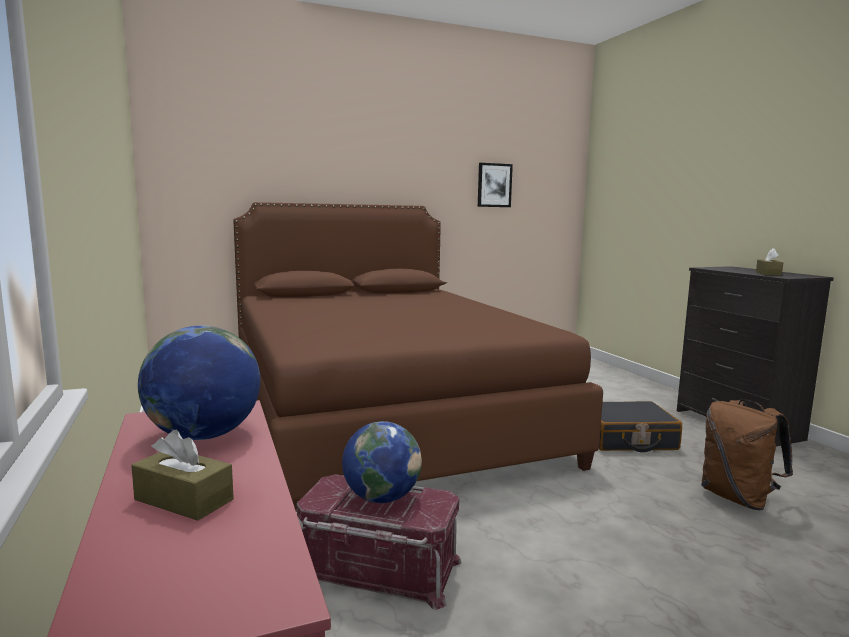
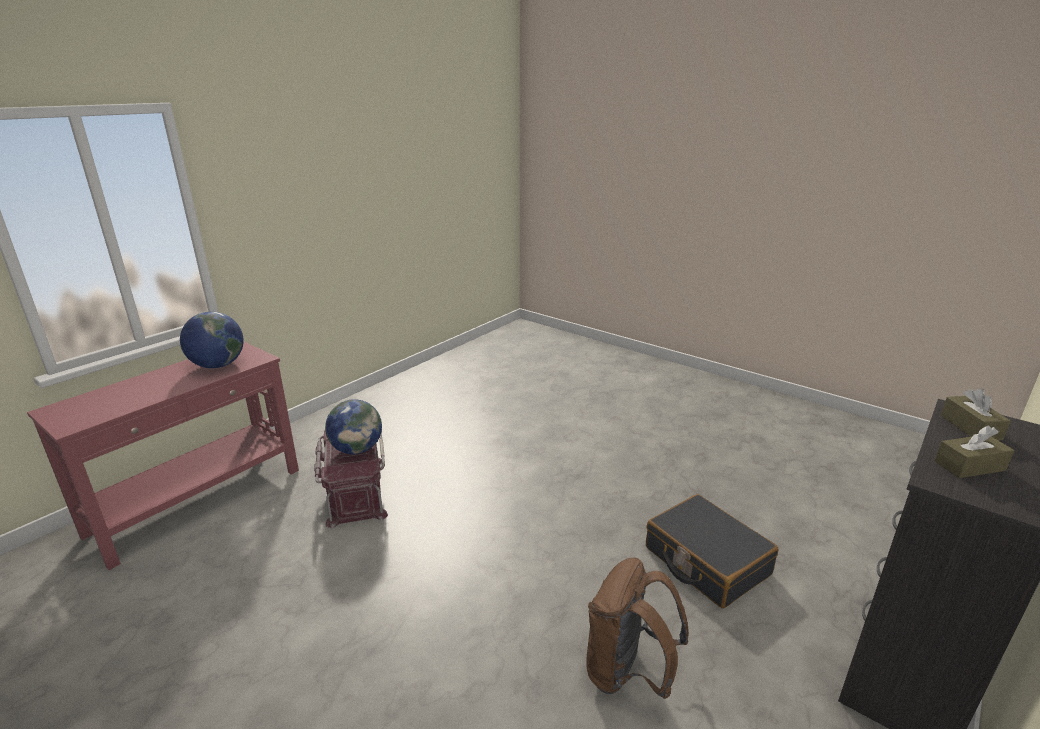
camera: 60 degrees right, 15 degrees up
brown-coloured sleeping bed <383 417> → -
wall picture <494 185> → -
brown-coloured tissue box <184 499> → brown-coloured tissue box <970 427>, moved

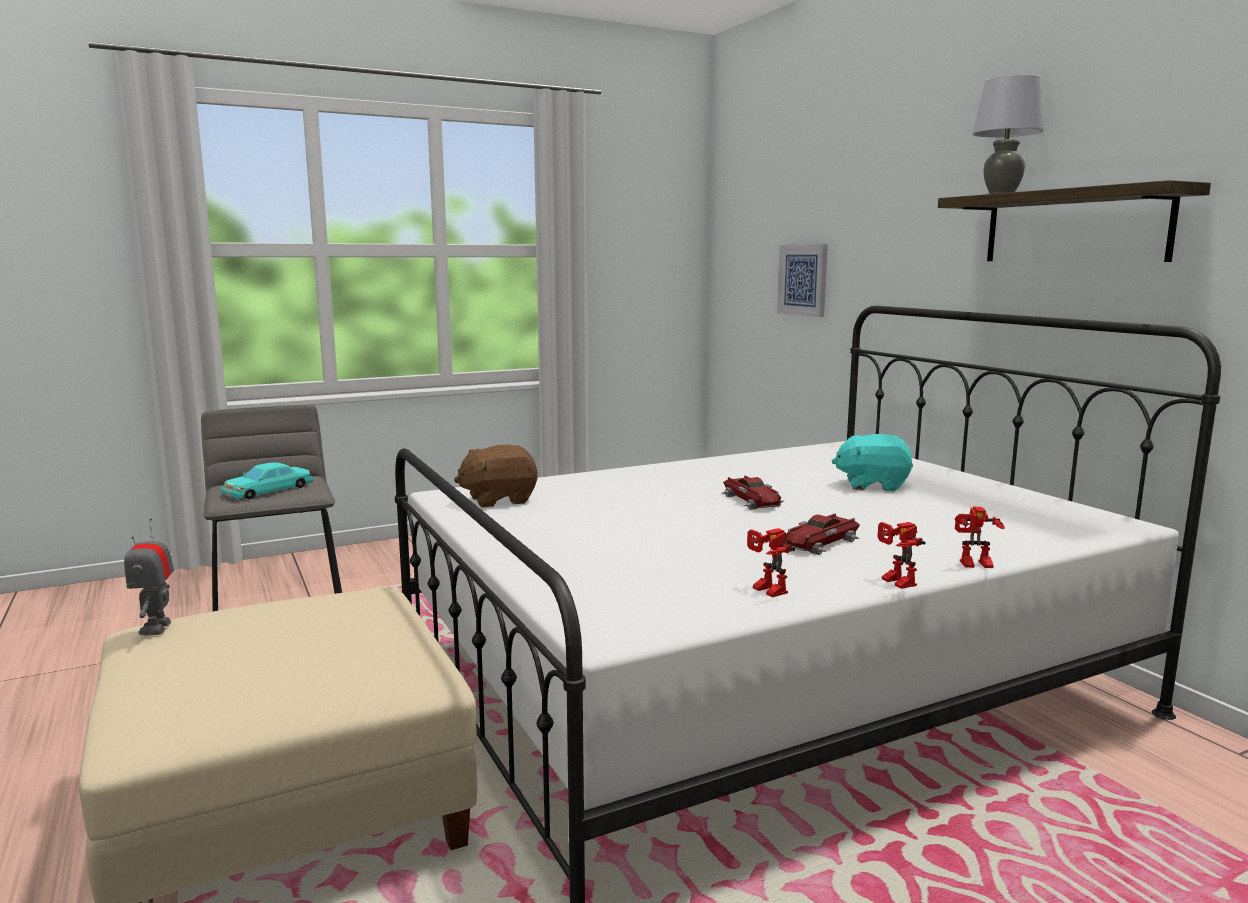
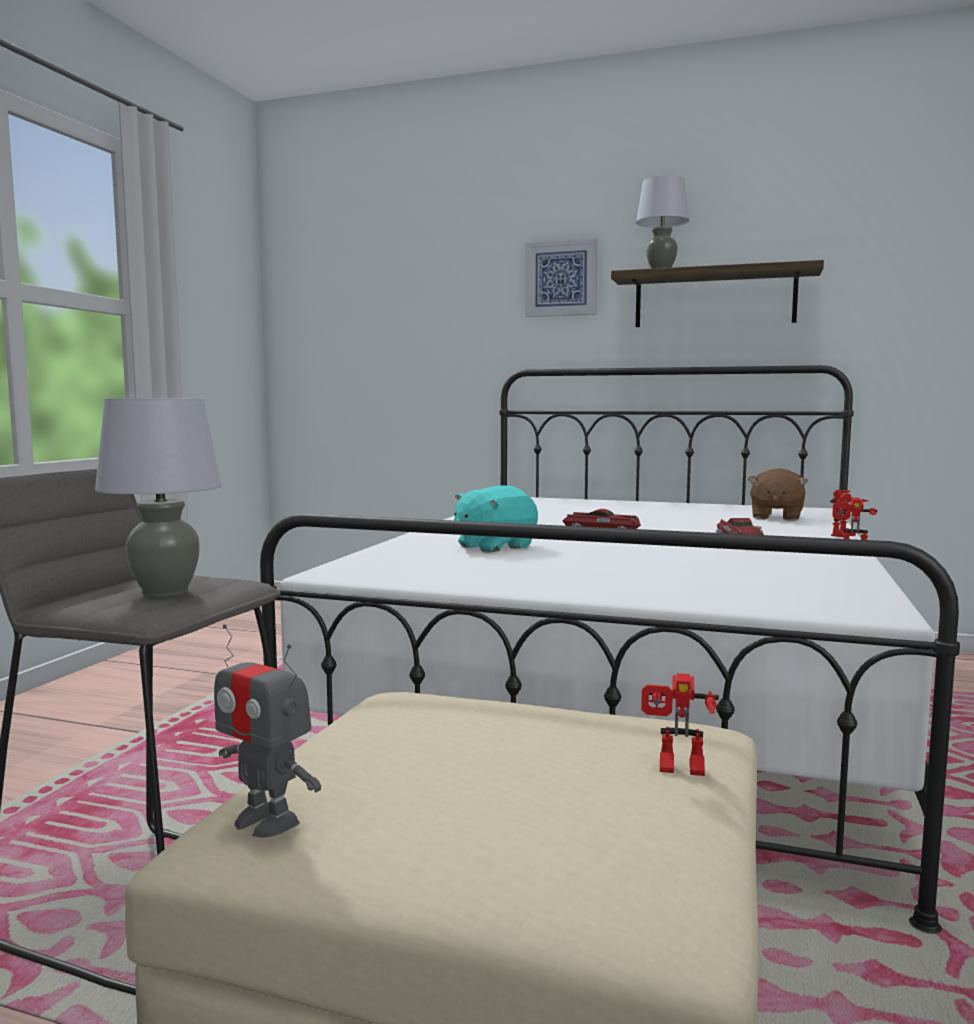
camera: 45 degrees left, 5 degrees down
brown-coloured plush toy <498 500> → brown-coloured plush toy <775 517>, moved
toy robot <765 590> → toy robot <678 769>, moved
wall picture <803 280> → wall picture <561 279>, moved
blue-green plush toy <872 485> → blue-green plush toy <493 547>, moved
blue-green toy car <268 490> → gray tabletop lamp <165 592>

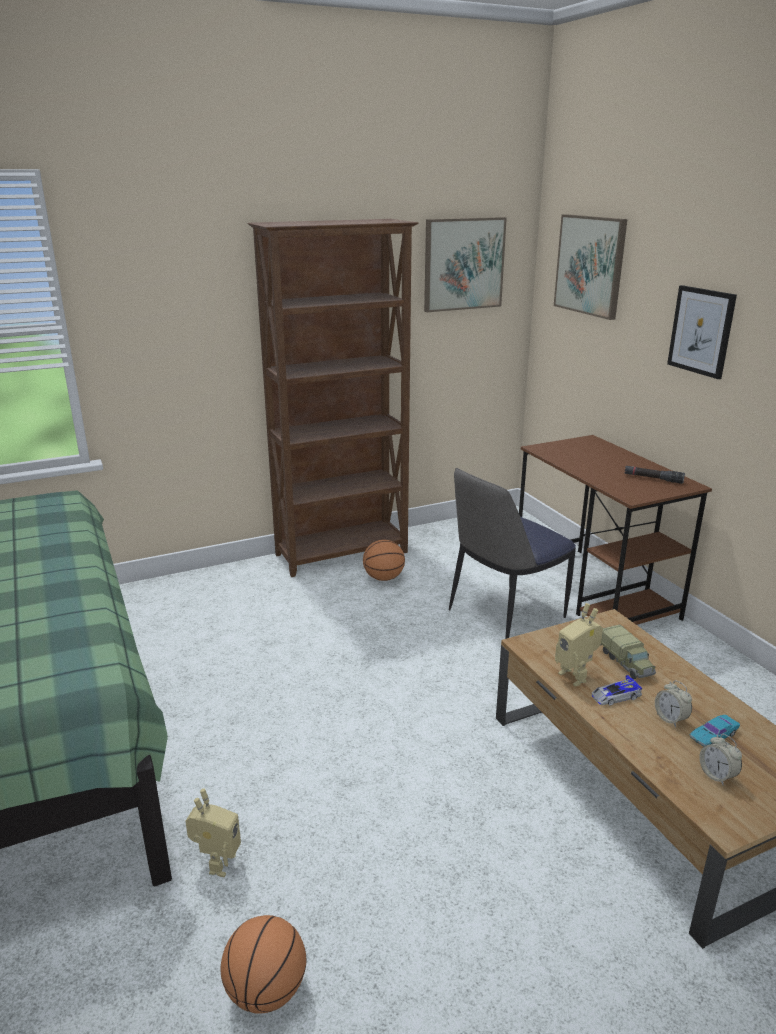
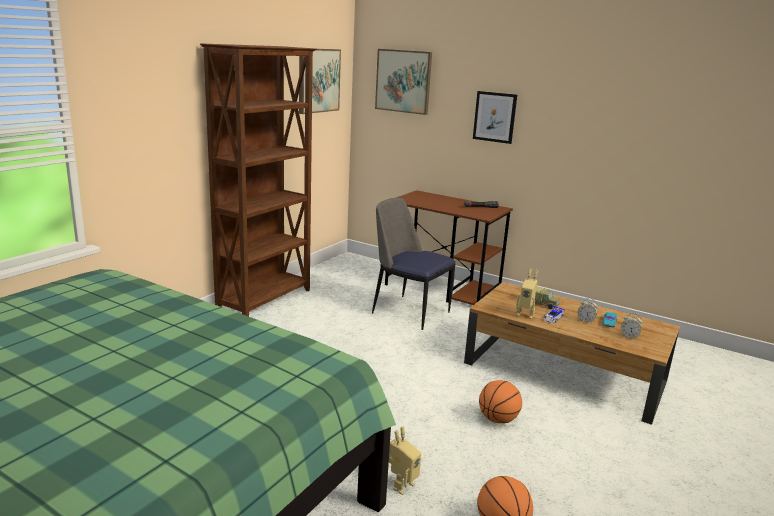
camera: 35 degrees left, 5 degrees down
basketball <384 578> → basketball <498 419>, moved
toy robot <217 863> → toy robot <400 485>, 60 degrees clockwise
plain chair <504 615> → plain chair <409 311>, 105 degrees clockwise

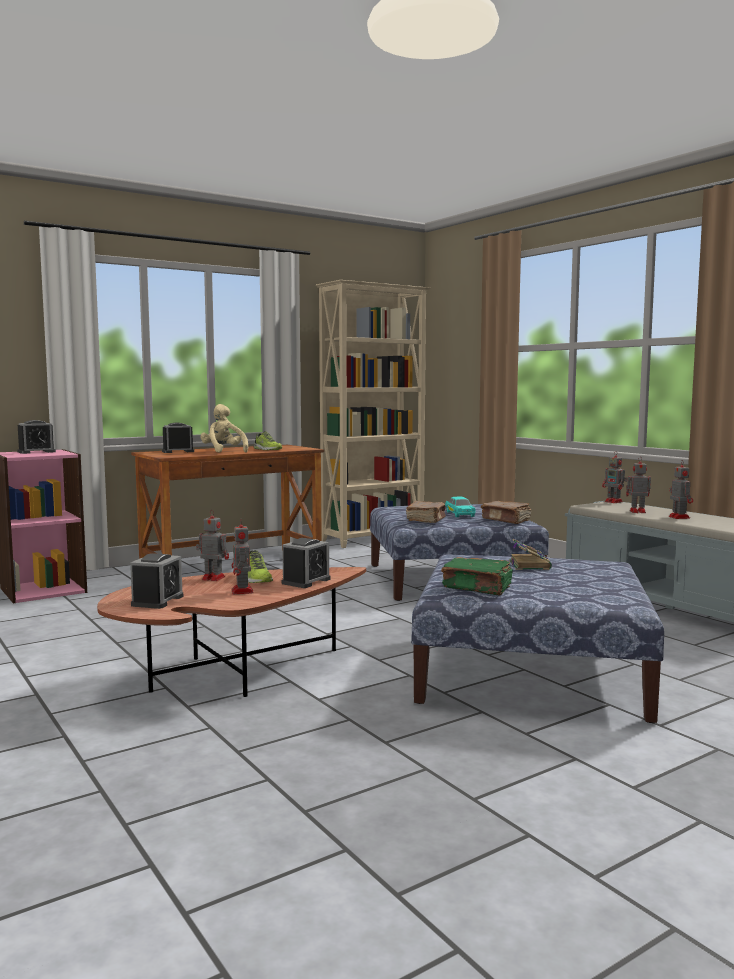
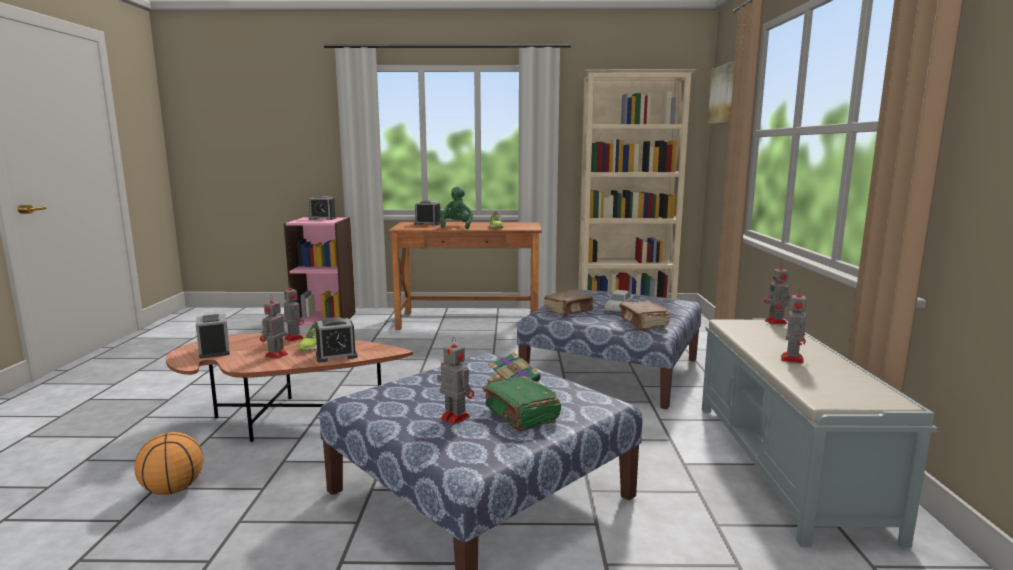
camera: 35 degrees right, 5 degrees up
- → basketball <172 490>
- → wall picture <723 94>
green bound book <477 588> → green bound book <521 415>, moved
toy robot <636 511> → toy robot <454 417>, moved
beige plush toy <223 451> → green plush toy <456 227>
blue-green toy car <460 514> → white-coloured toy car <619 308>
bedside clock <157 601> → bedside clock <214 351>, 105 degrees clockwise

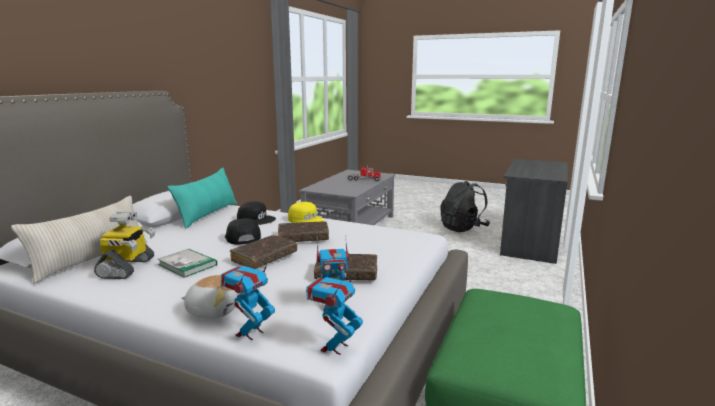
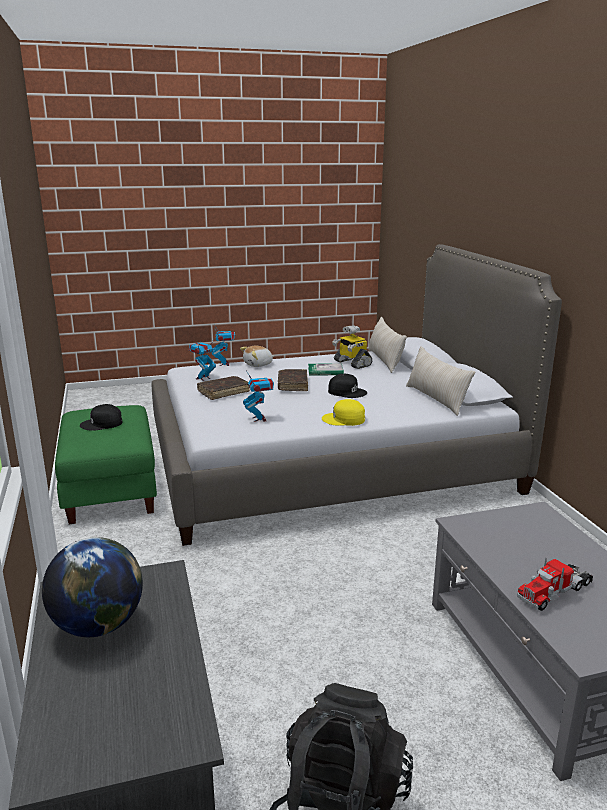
camera: 140 degrees right, 5 degrees up
brown-coloured bound book <303 238> → -
- → globe <98 625>
blackish cap <256 219> → blackish cap <102 424>, moved
toy robot <334 347> → toy robot <259 419>, moved
blue-green throw pillow <207 214> → beige throw pillow <436 399>

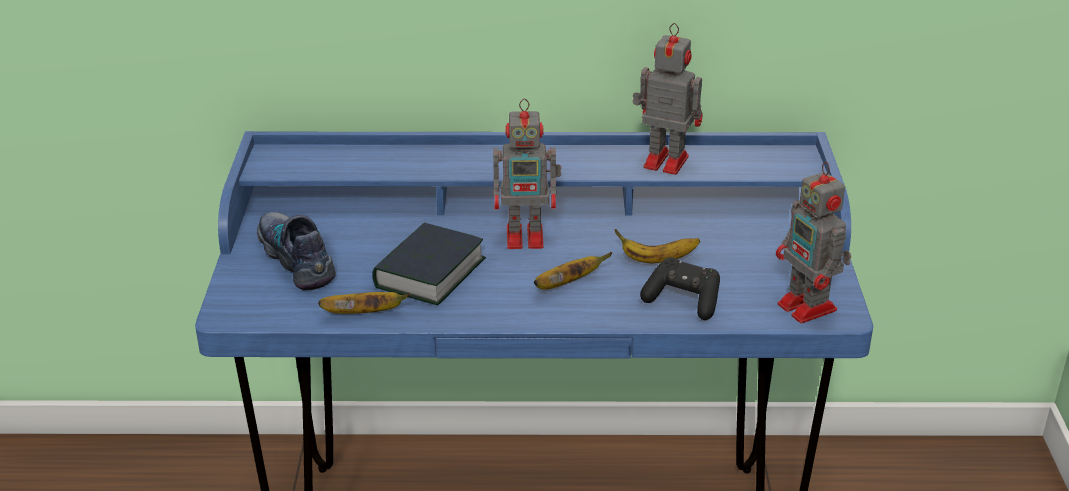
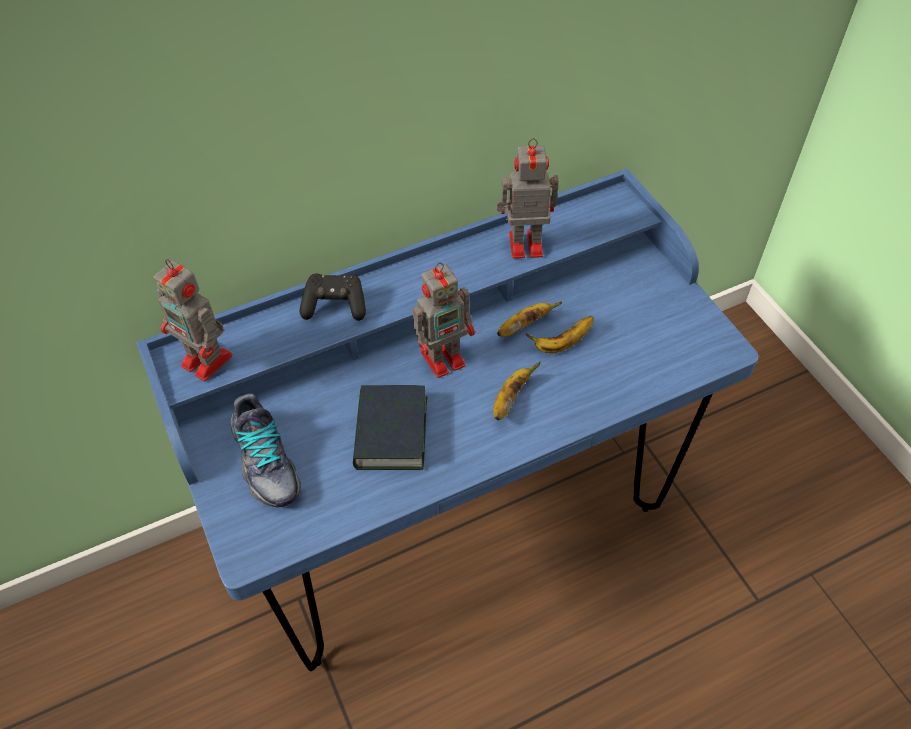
camera: 25 degrees left, 20 degrees up
whole banana <365 313> → whole banana <524 326>, moved
blackish gamepad <683 300> → blackish gamepad <335 305>, moved
toy robot <809 308> → toy robot <208 361>, moved
shoe <298 258> → shoe <265 462>, 150 degrees counterclockwise

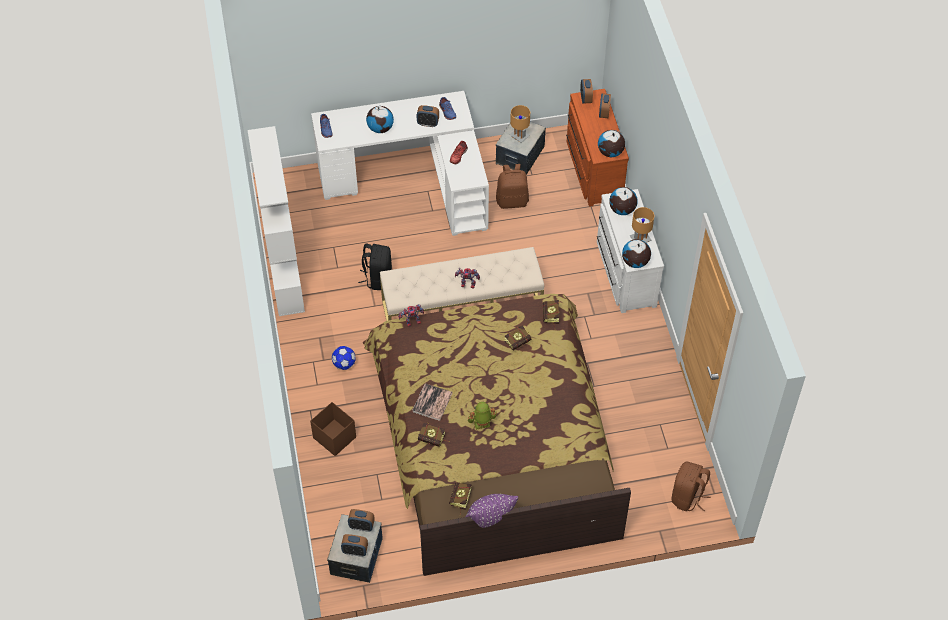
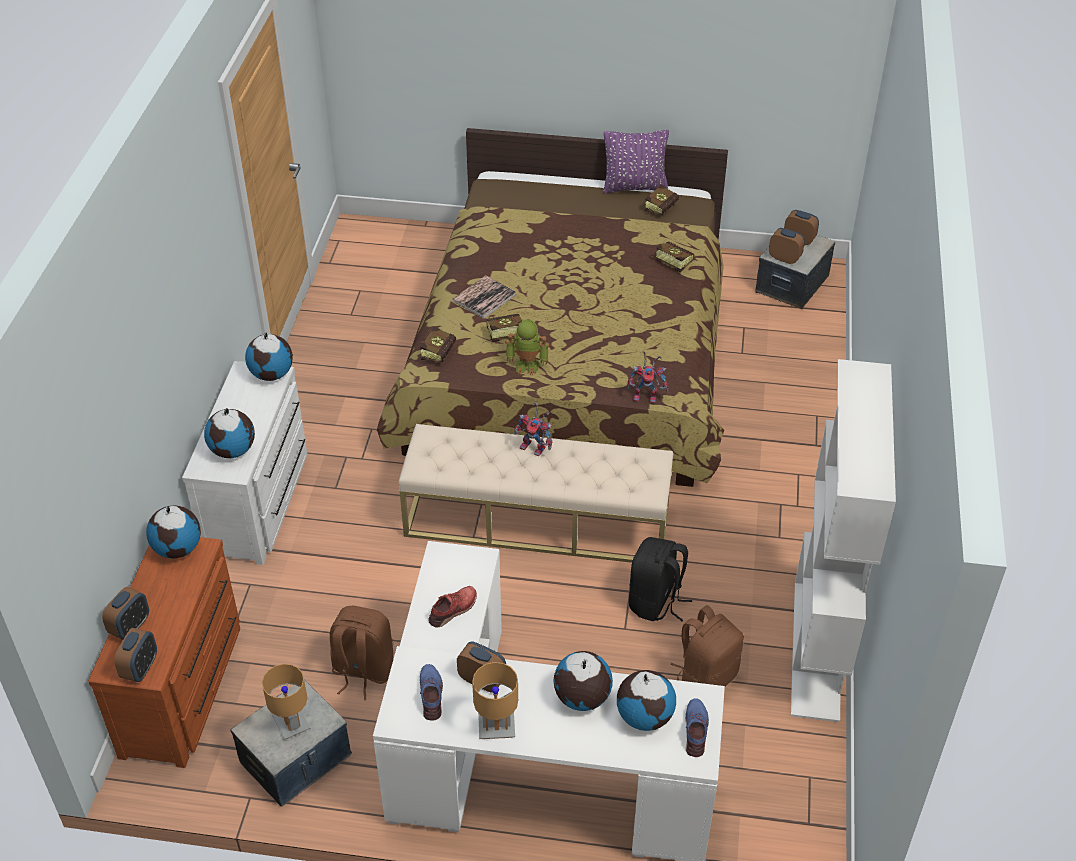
camera: 160 degrees left, 10 degrees down
brown-coloured storage box <334 437> → -
football <344 364> → -
- → globe <645 716>
bound book <432 402> → bound book <484 297>, moved
toy robot <482 425> → toy robot <527 365>, moved
brown-coloured tabletop lamp <640 239> → brown-coloured tabletop lamp <496 728>, moved
brown-coloured knapsack <688 497> → brown-coloured knapsack <706 677>, moved

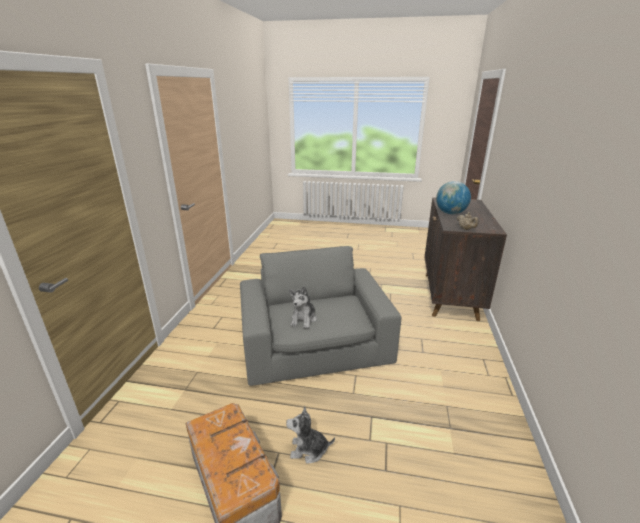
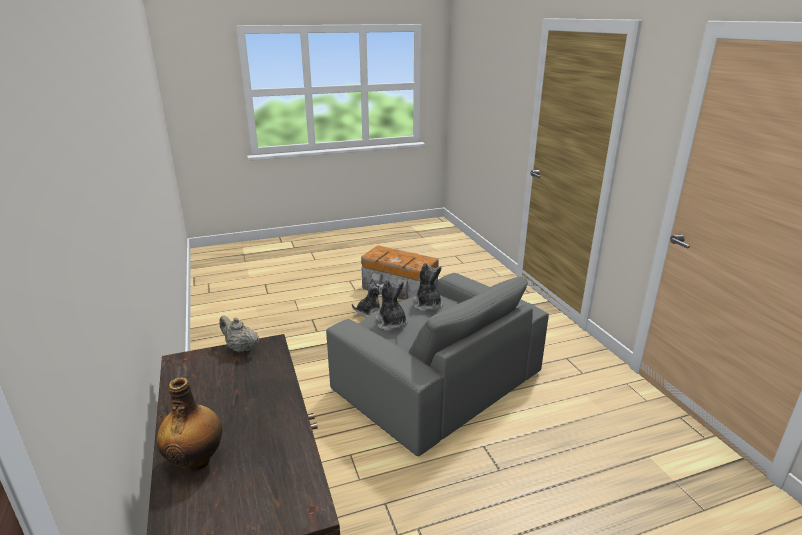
camera: 150 degrees right, 0 degrees up
globe <450 213> → -
- → drink bottle <196 460>
- → plush toy <391 323>

